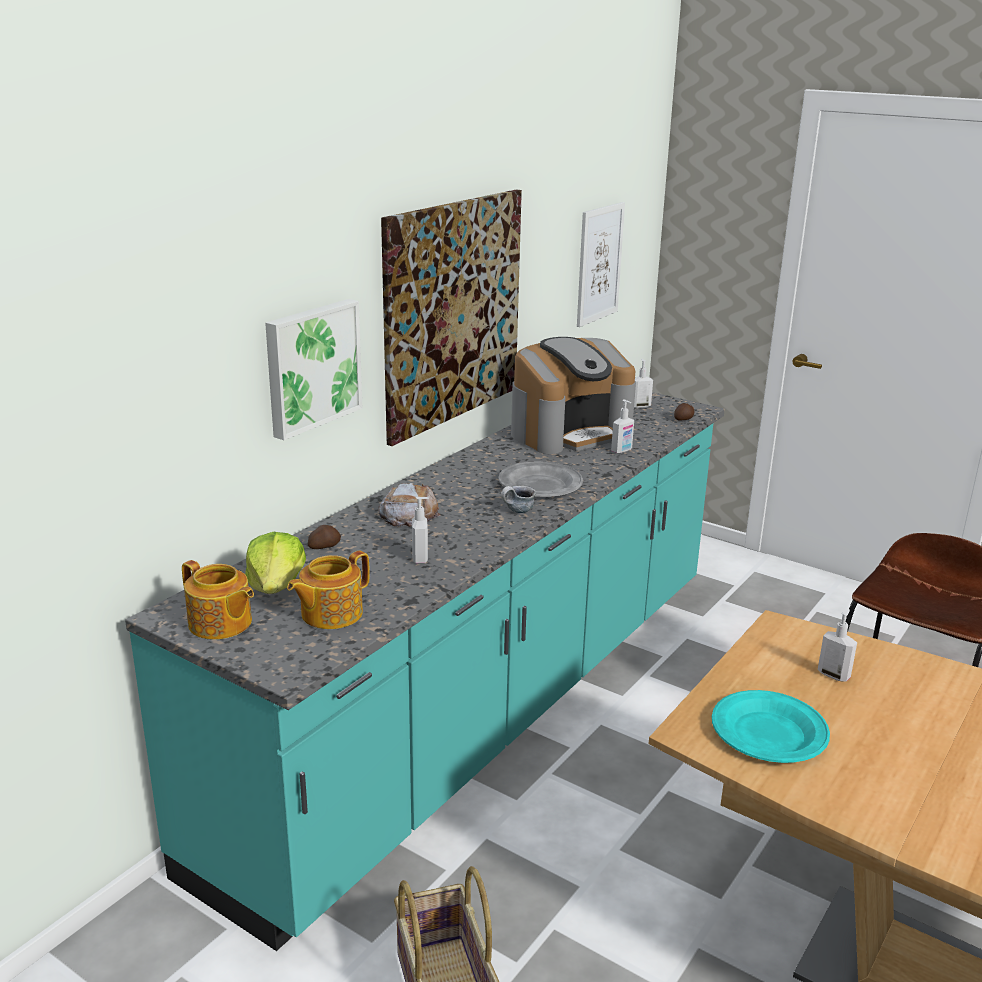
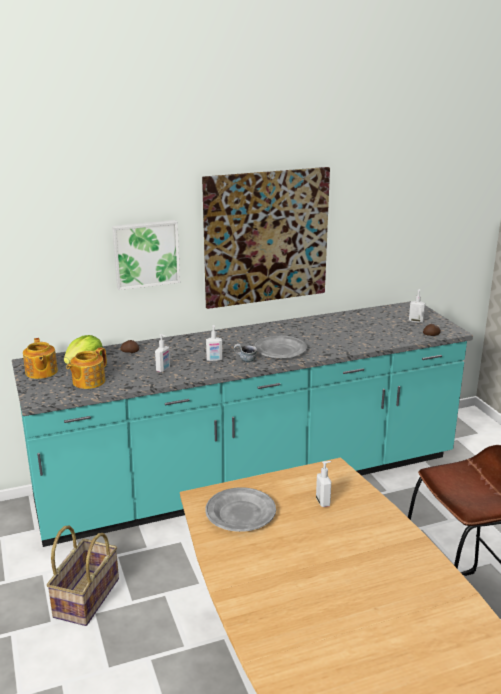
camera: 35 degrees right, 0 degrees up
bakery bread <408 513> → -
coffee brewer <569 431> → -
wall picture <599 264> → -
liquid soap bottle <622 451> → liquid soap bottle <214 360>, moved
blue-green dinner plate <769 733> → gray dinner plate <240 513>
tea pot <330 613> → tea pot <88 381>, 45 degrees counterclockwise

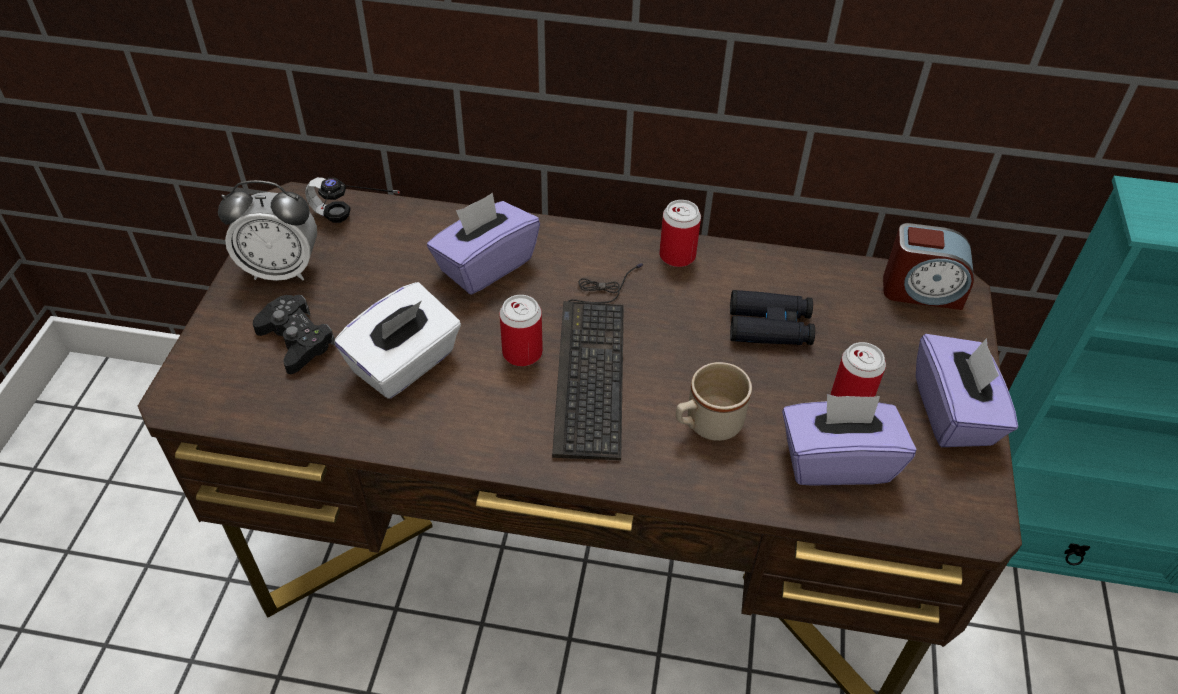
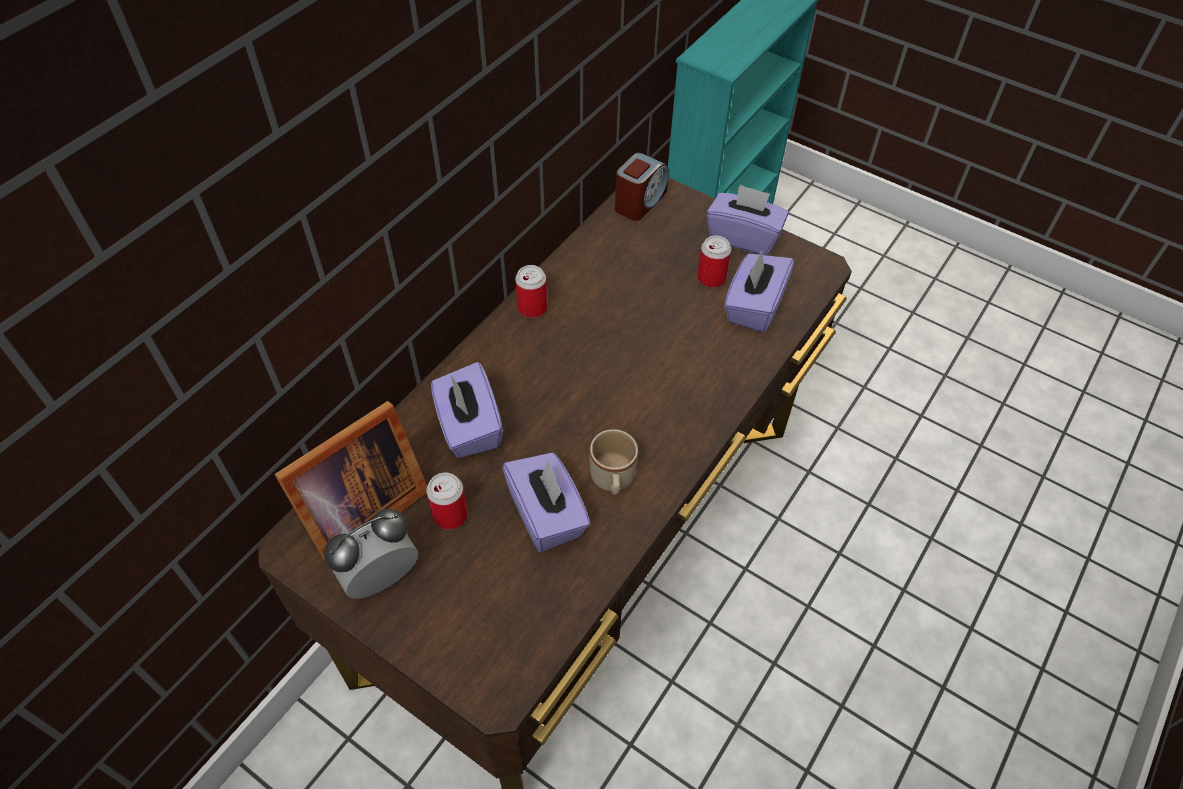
camera: 65 degrees left, 5 degrees up
blackish gamepad <296 340> → -
computer keyboard <595 358> → -
blackish pair of binoculars <770 326> → -
can <522 353> → can <450 515>, moved
beige tea mug <706 424> → beige tea mug <612 480>, moved
headset <349 227> → standing frame <358 511>
white-coloured tissue box <405 364> → purple-coloured tissue box <547 515>
bedside clock <282 270> → bedside clock <381 578>, 150 degrees counterclockwise

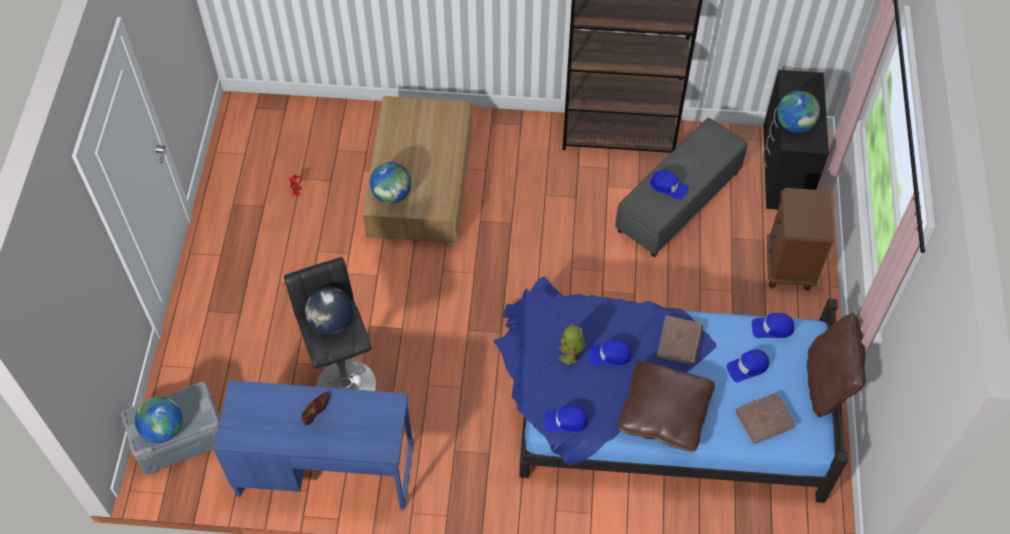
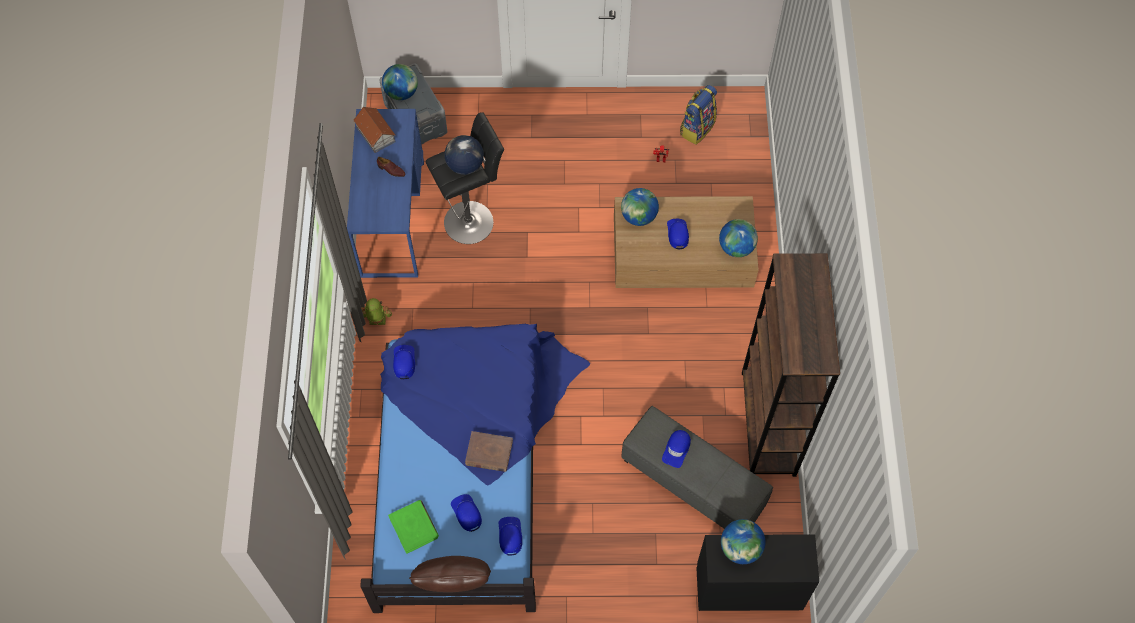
camera: 85 degrees right, 5 degrees up
brown-coloured throw pillow <664 413> → -
brown-coloured nightstand <789 266> → -
- → model house <375 135>
- → knapsack <697 128>
- → globe <736 247>
toy robot <571 354> → toy robot <377 321>, moved
blue-coloured cap <610 355> → blue-coloured cap <677 234>, moved
brown-coloured bound book <764 419> → green bound book <414 527>

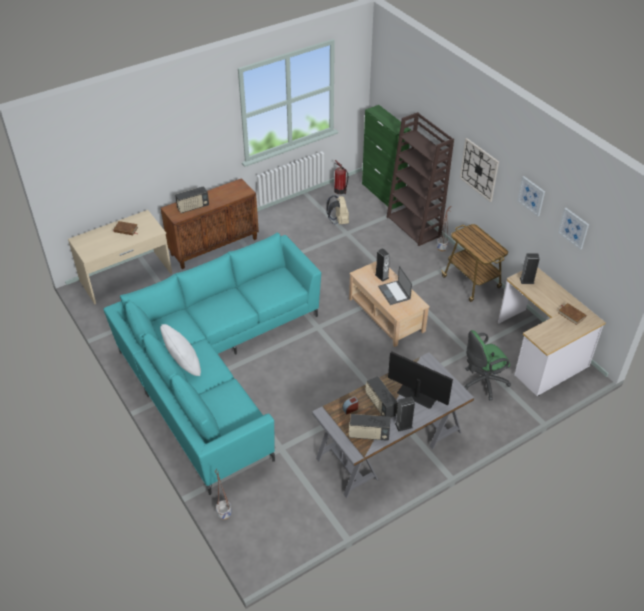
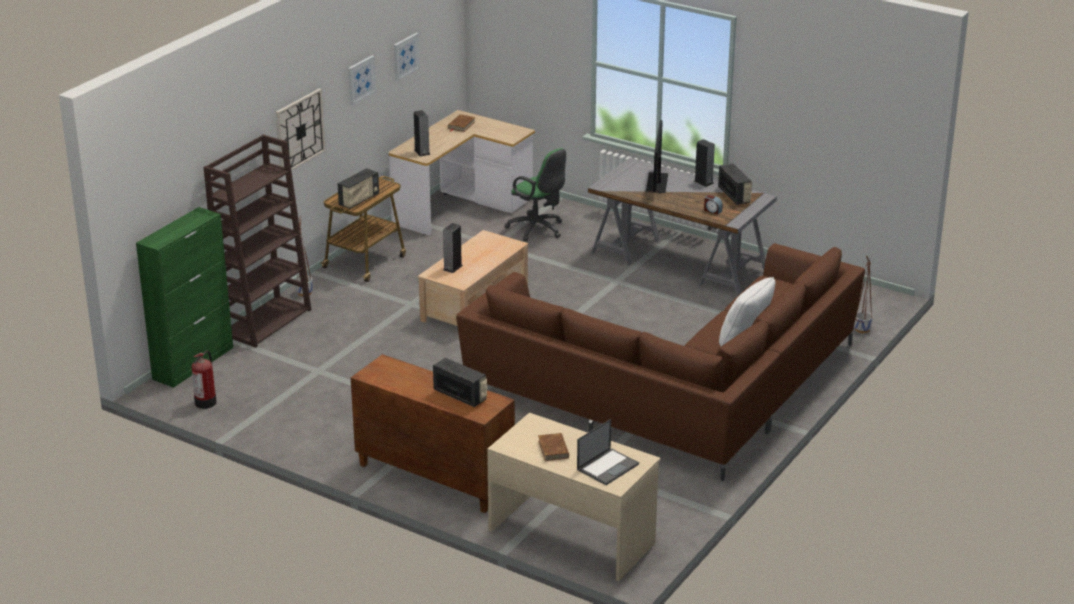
camera: 115 degrees left, 15 degrees down
beige knapsack <339 221> → -
radio set <380 405> → radio set <359 200>, moved
portable computer <394 293> → portable computer <608 466>, moved
blue-green sofa <215 369> → brown-coloured sofa <677 396>

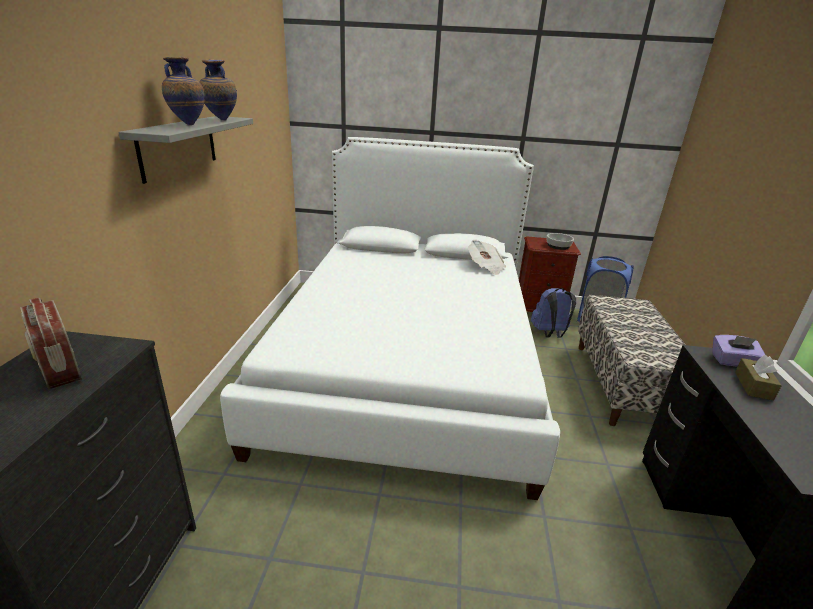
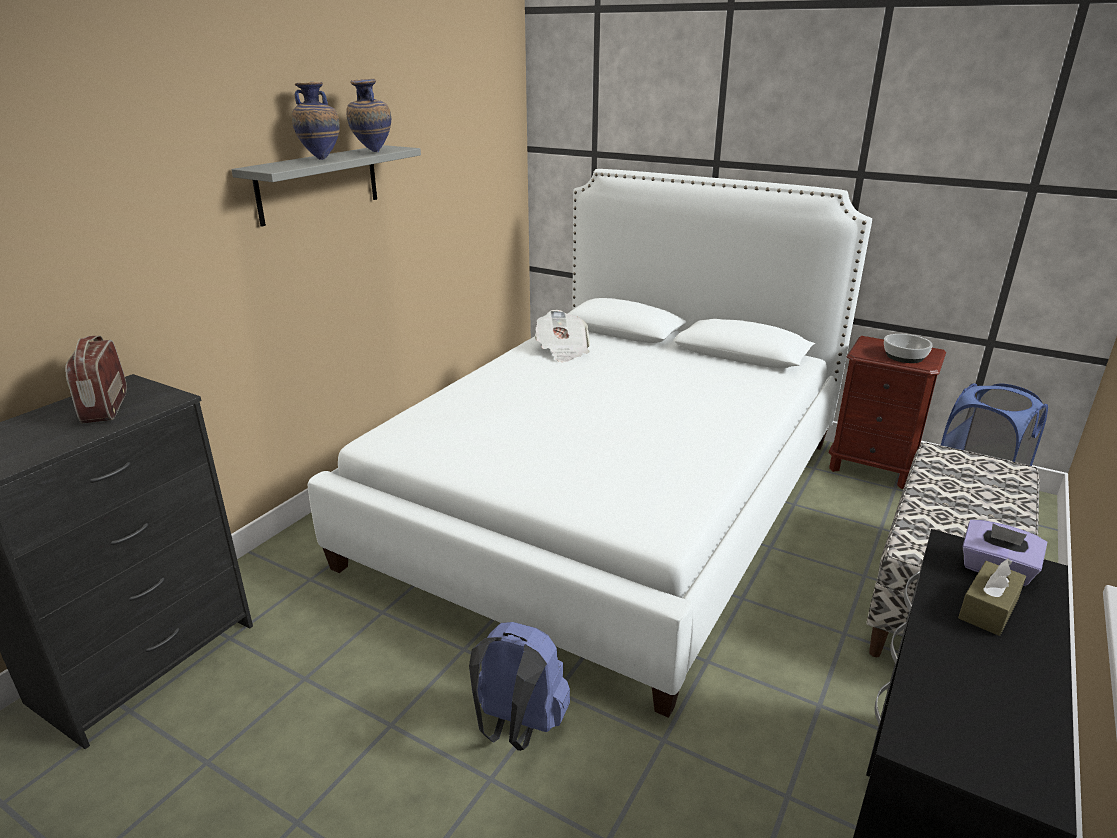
camera: 25 degrees right, 0 degrees up
printed paper <485 267> → printed paper <562 351>, moved
blue-coloured knapsack <549 333> → blue-coloured knapsack <518 727>, moved

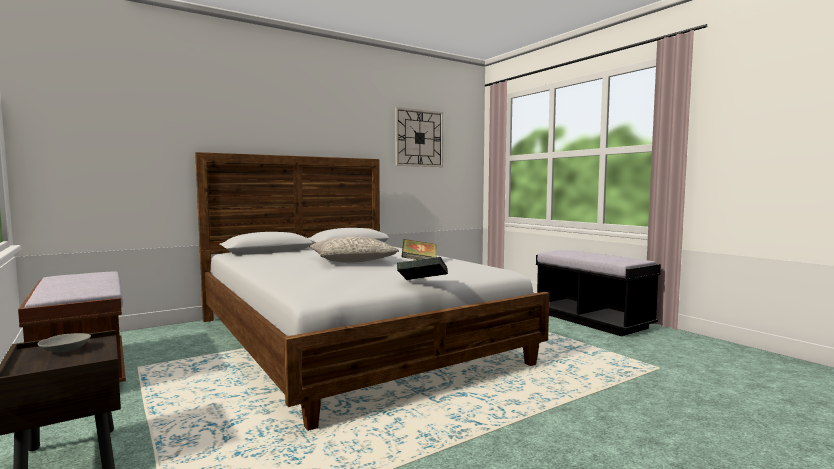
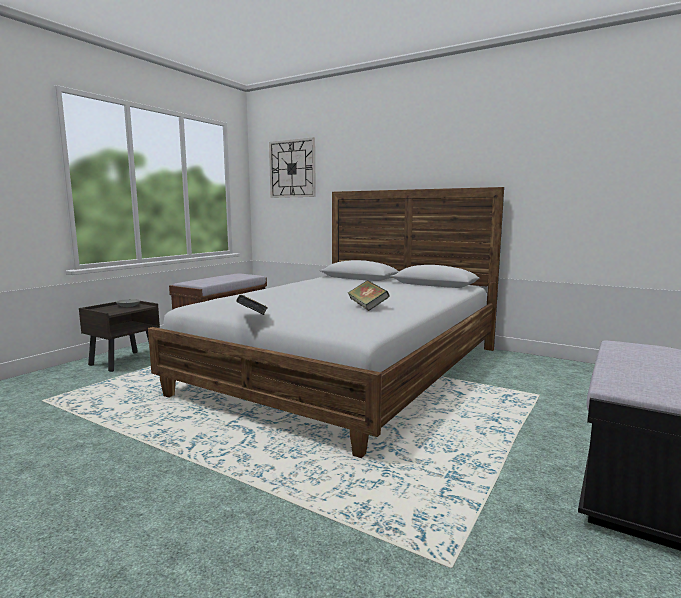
camera: 65 degrees right, 5 degrees up
gray throw pillow <352 261> → -
wall clock <419 138> → wall clock <292 169>, moved

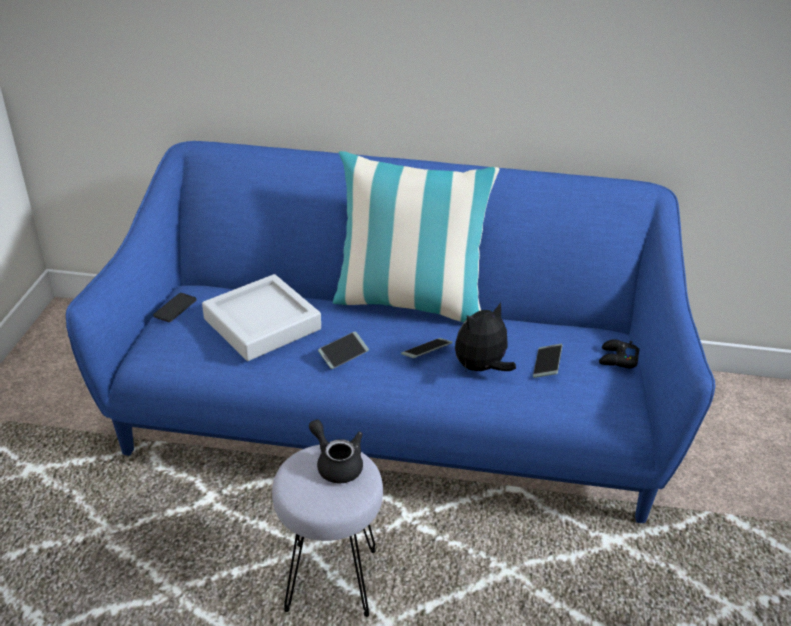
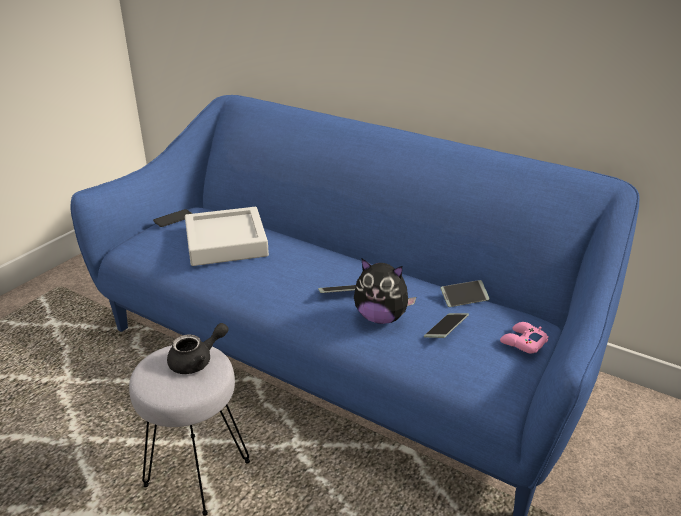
camera: 25 degrees right, 5 degrees down
throw pillow <410 303> → -
telephone <343 354> → telephone <464 298>, moved
blackish gamepad <617 359> → pink gamepad <522 342>
blackish tea pot <336 464> → blackish tea pot <197 361>, 75 degrees clockwise
plush toy <481 368> → plush toy <381 317>, 150 degrees counterclockwise

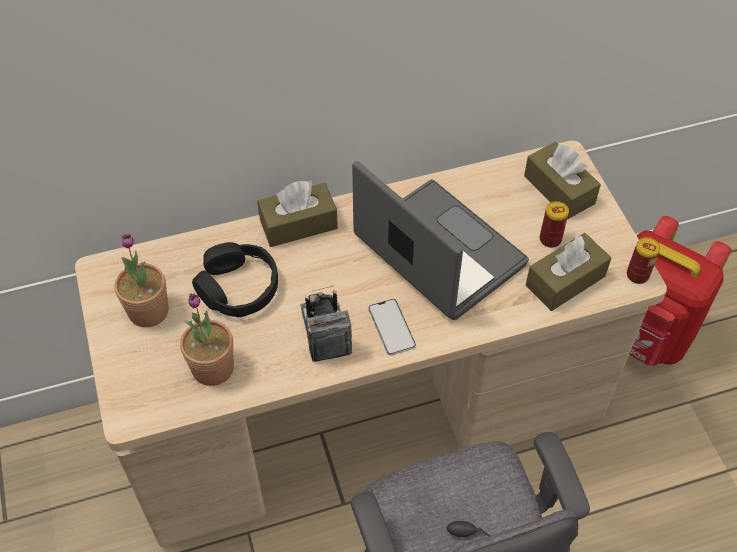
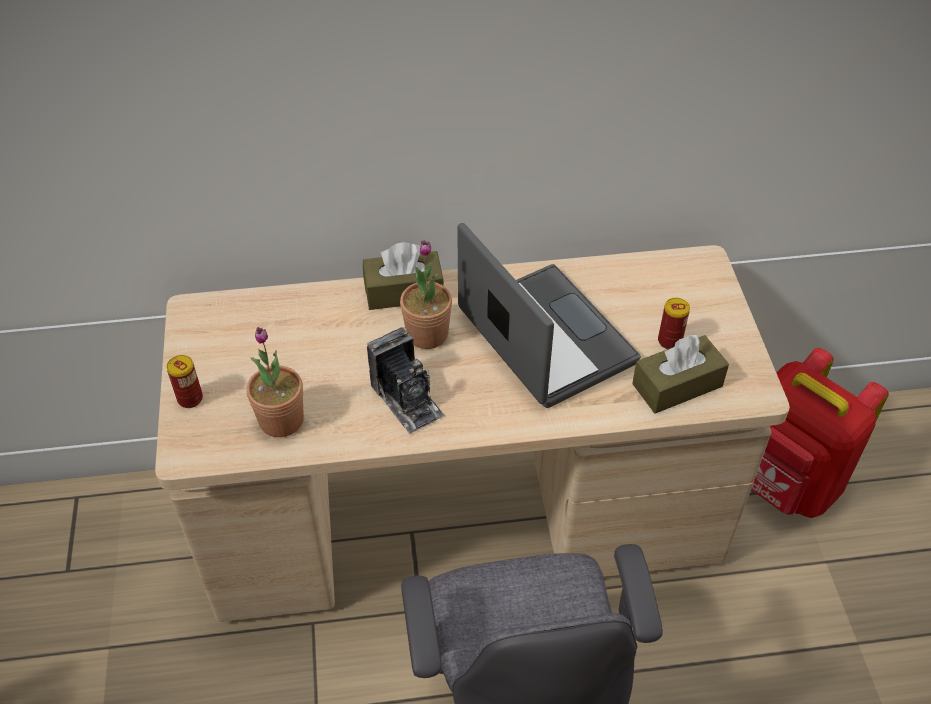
camera: 10 degrees right, 5 degrees down
blackish headset <238 288> → -
telephone <391 327> → -
brown-coloured tissue box <559 190> → -
plant in a pot <148 311> → plant in a pot <427 334>, moved
can <637 275> → can <190 399>, moved
still camera <325 330> → still camera <407 399>, 150 degrees clockwise

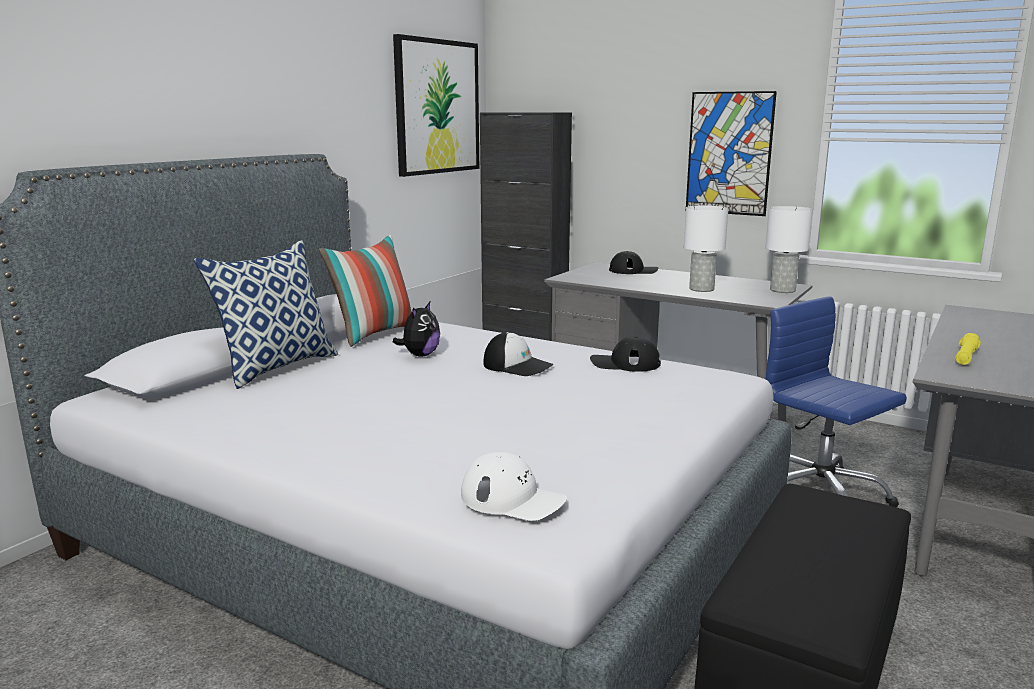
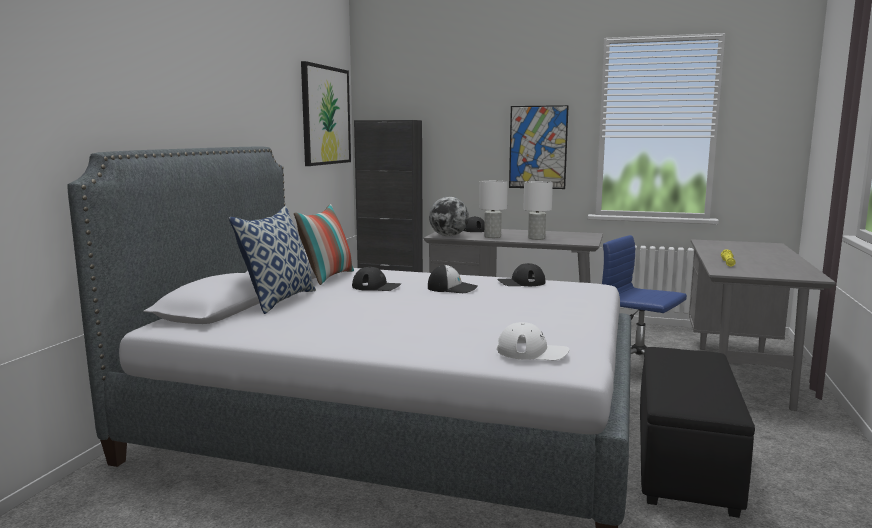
camera: 15 degrees left, 5 degrees down
- → globe <448 236>
white-coloured tabletop lamp <782 290> → white-coloured tabletop lamp <492 236>, moved
plush toy <420 355> → blackish cap <376 287>

